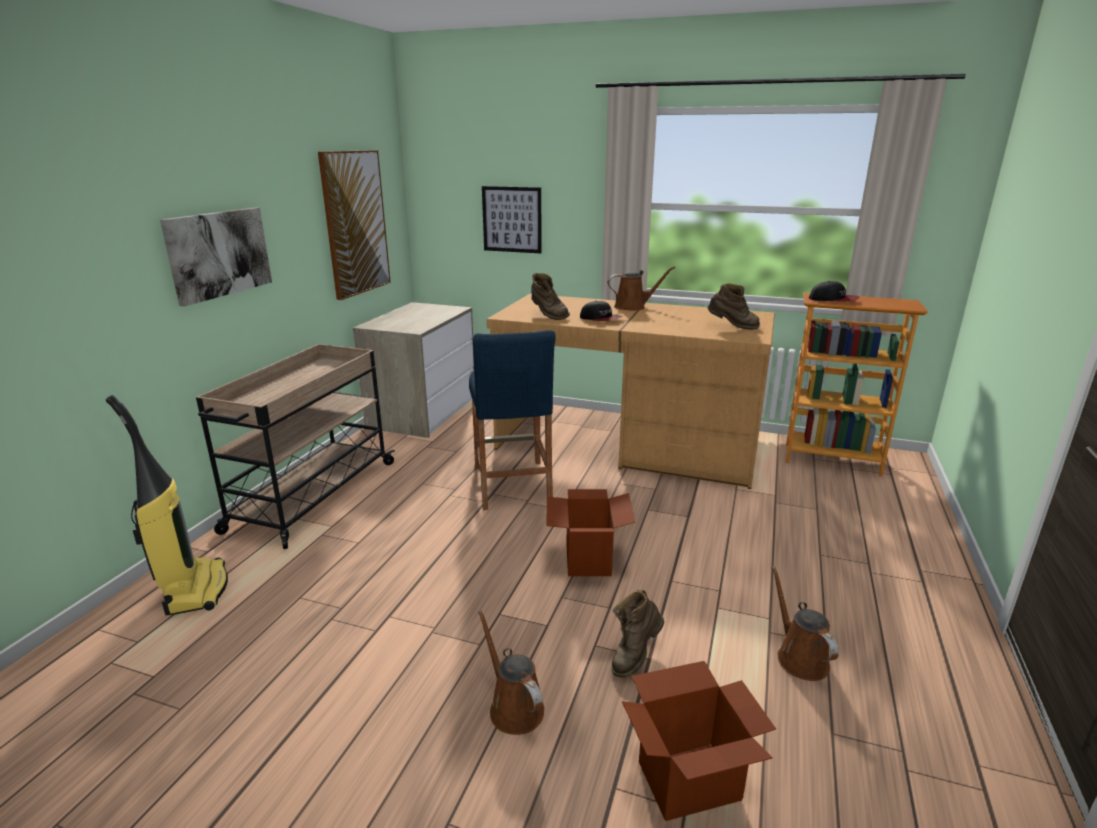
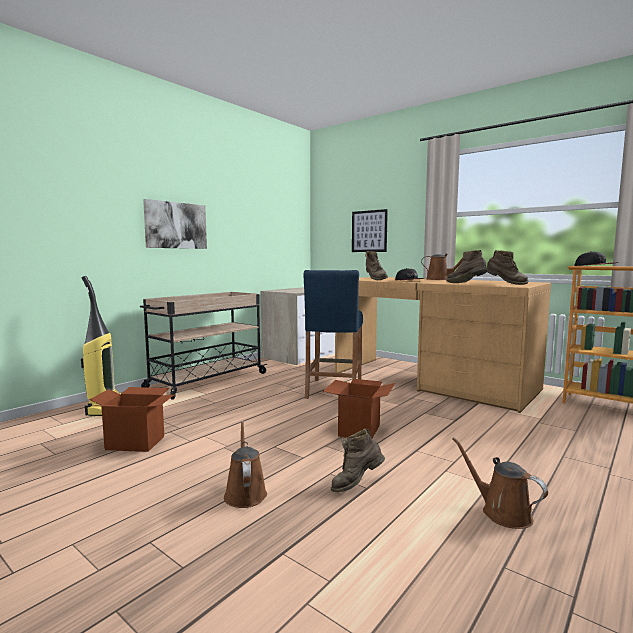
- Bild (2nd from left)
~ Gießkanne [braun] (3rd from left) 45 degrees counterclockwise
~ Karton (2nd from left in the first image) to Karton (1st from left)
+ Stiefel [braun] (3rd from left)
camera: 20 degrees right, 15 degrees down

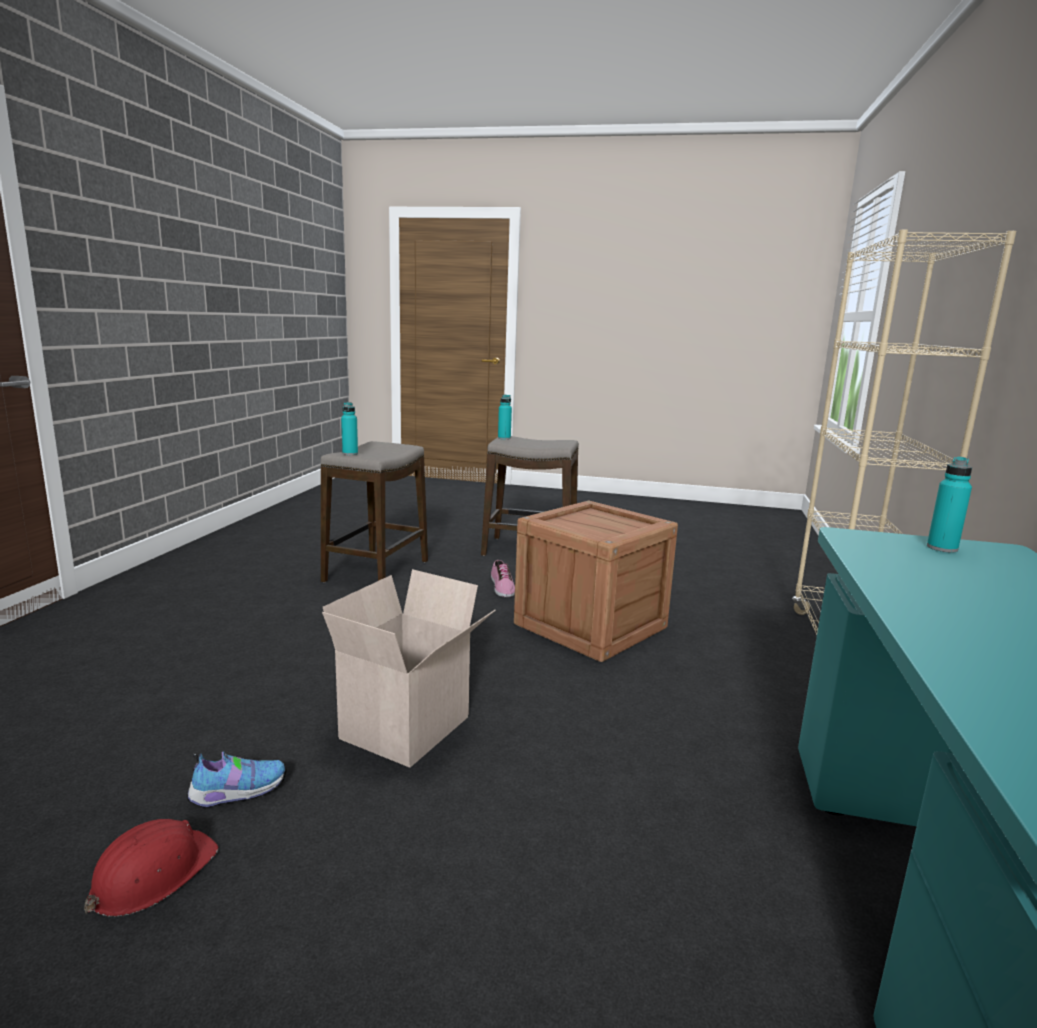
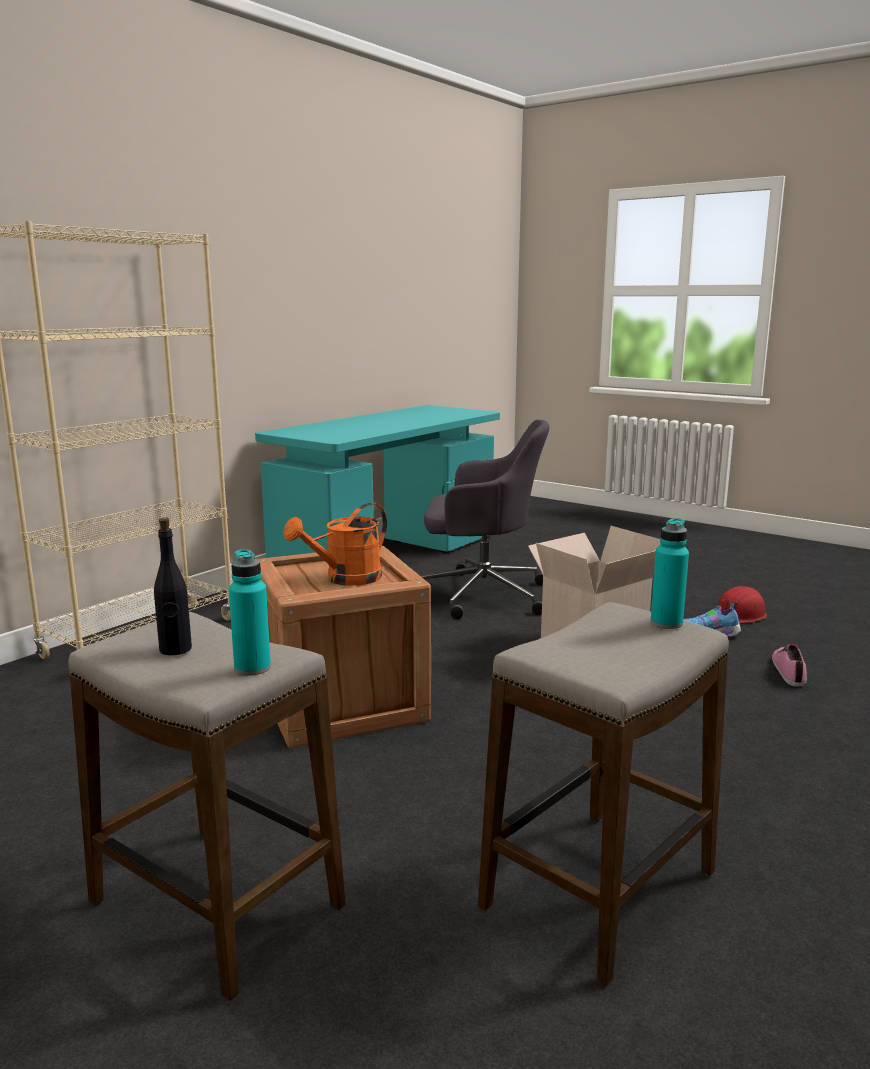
- Flasche [türkis] (3rd from left)
~ Schuh (2nd from left)
+ Bürostuhl [grau]
+ Gießkanne [orange]
+ Flasche [schwarz]
camera: 155 degrees left, 0 degrees up

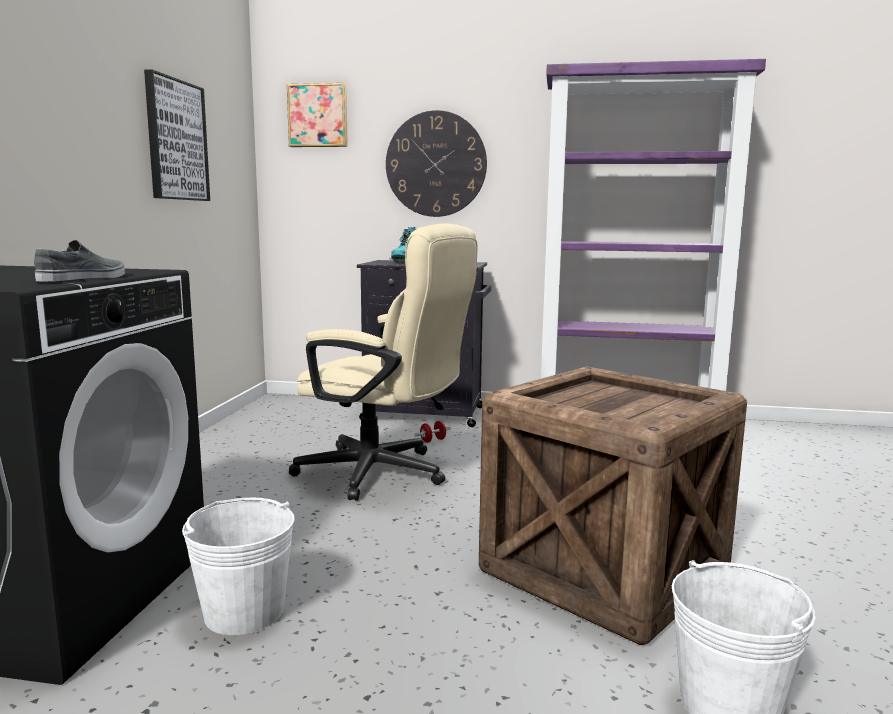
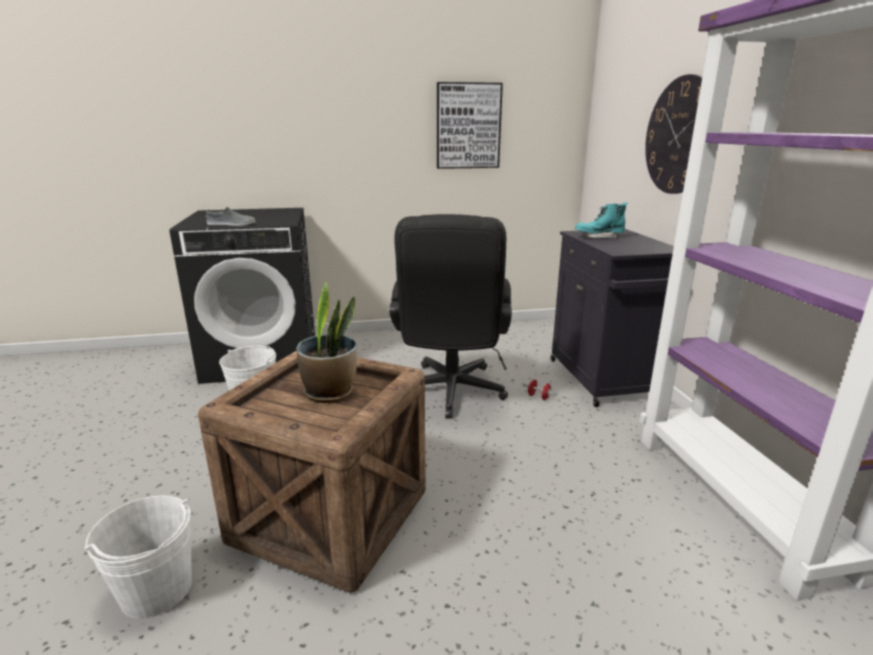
- Bild (2nd from left)
~ Bürostuhl [beige] to Bürostuhl [schwarz]
+ Topfpflanze
camera: 70 degrees right, 10 degrees up

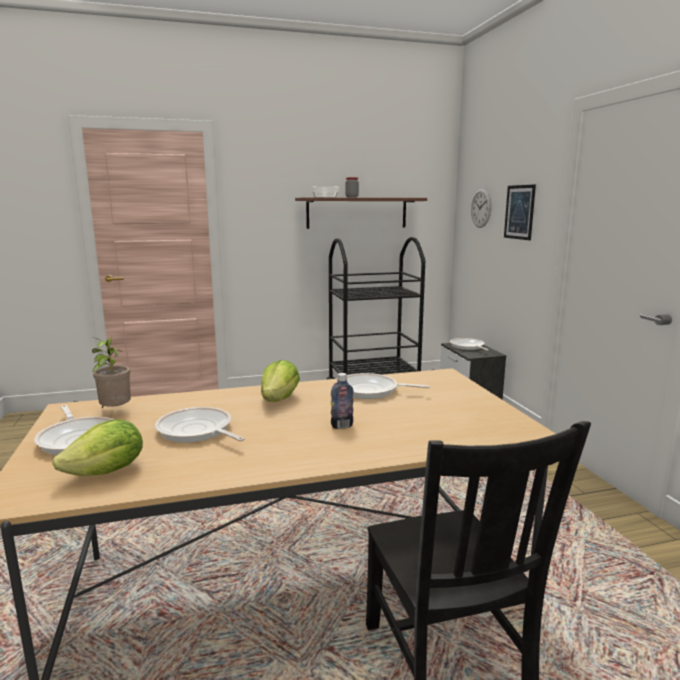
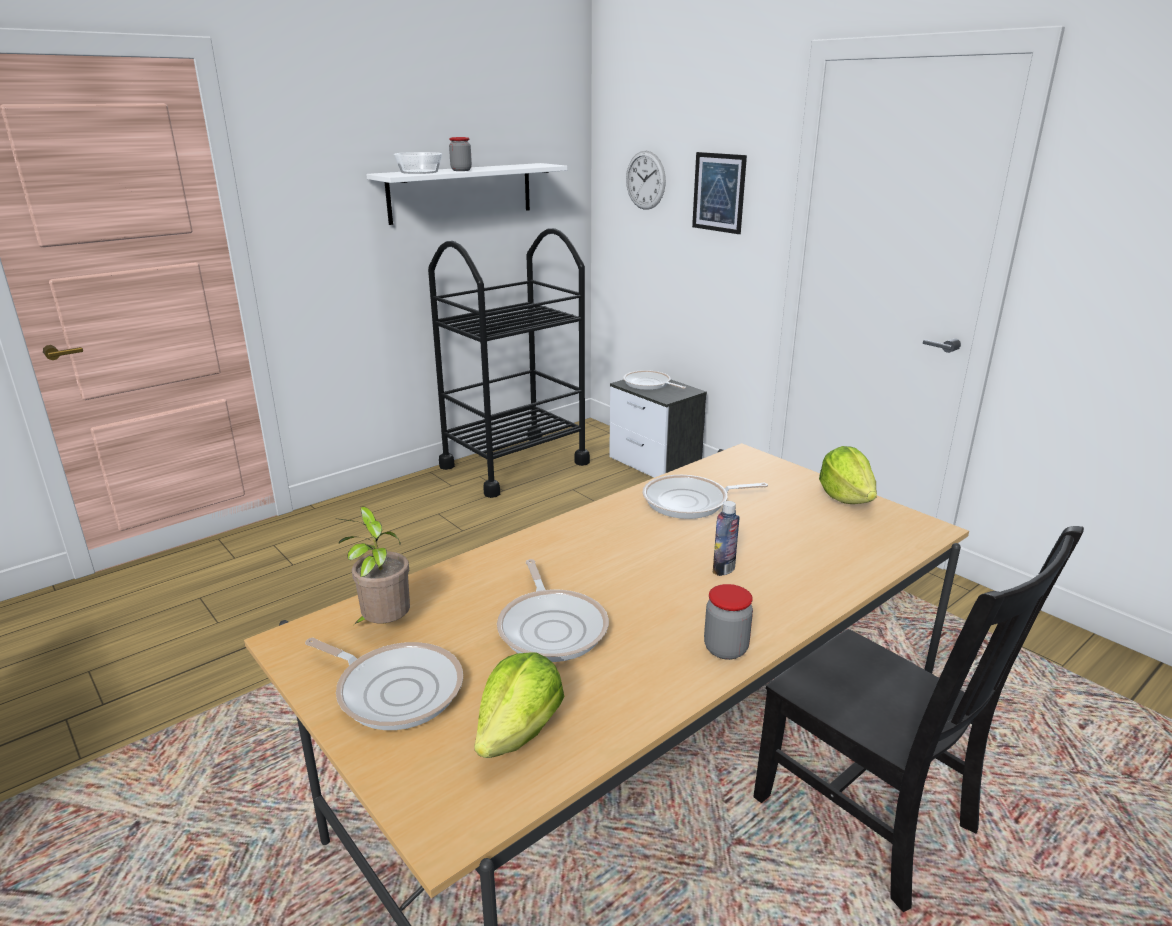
~ Wandregal [braun] to Wandregal [weiß]
~ Salatkopf (2nd from left)
~ Pfanne (2nd from left) 120 degrees counterclockwise
+ Vorratsglas (2nd from left)
camera: 25 degrees left, 10 degrees up

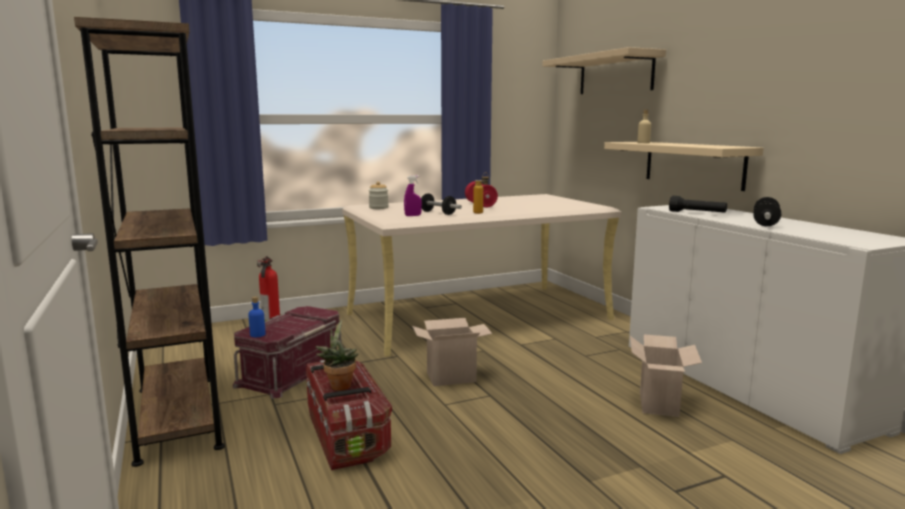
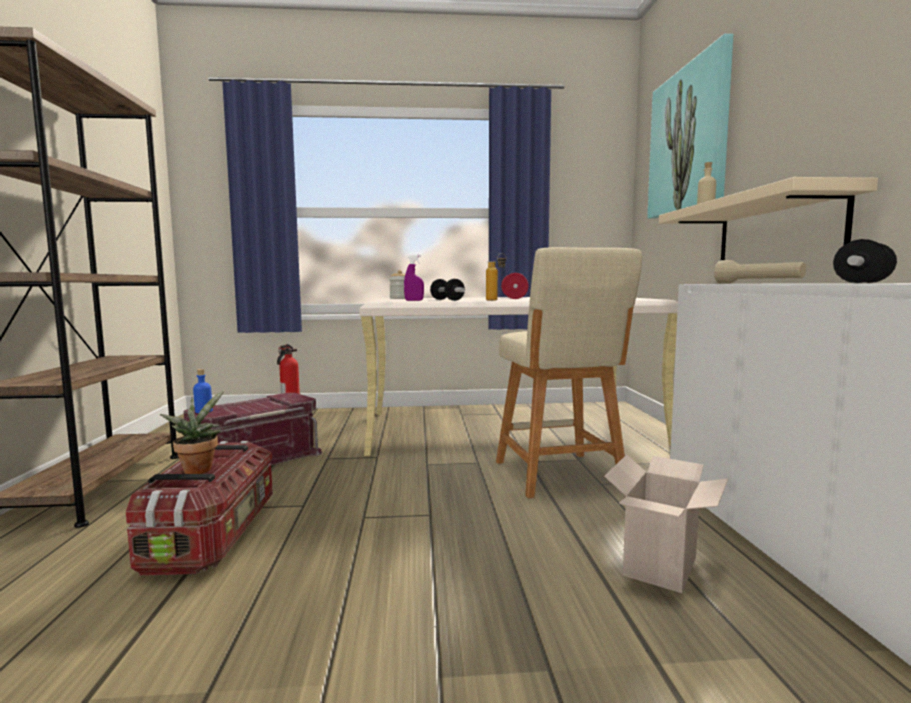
~ Wandregal [beige] (1st from left) to Bild
~ Taschenlampe [schwarz] to Taschenlampe [beige]
- Karton (1st from left)
+ Hocker [beige]
camera: 20 degrees right, 5 degrees down

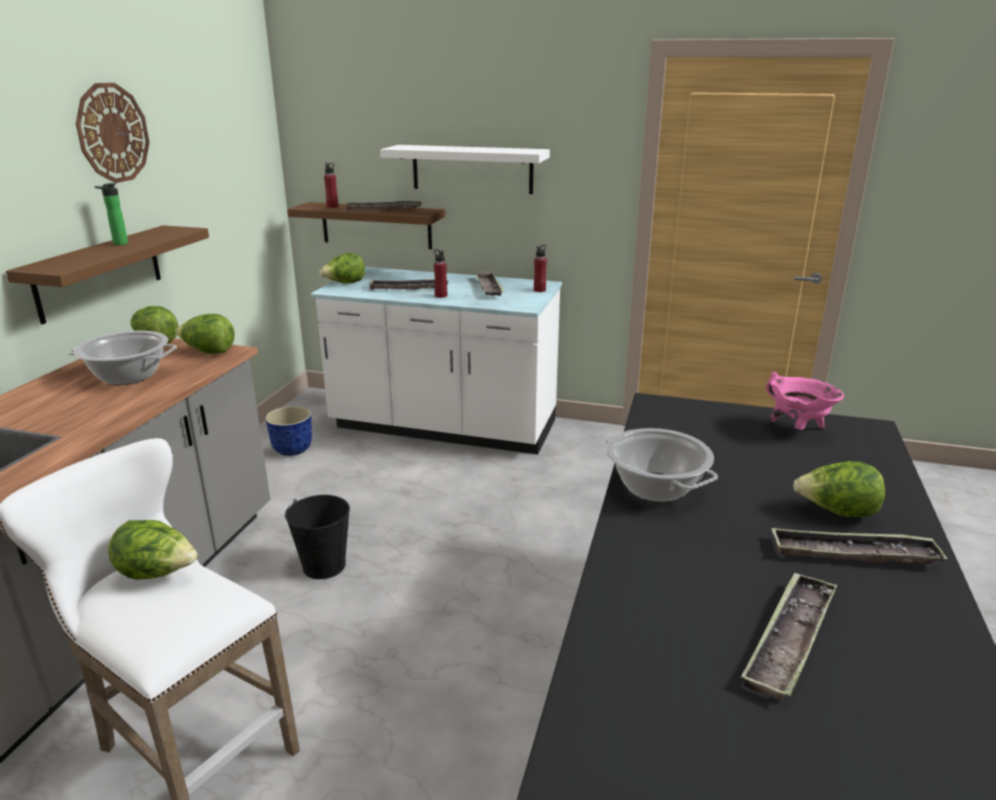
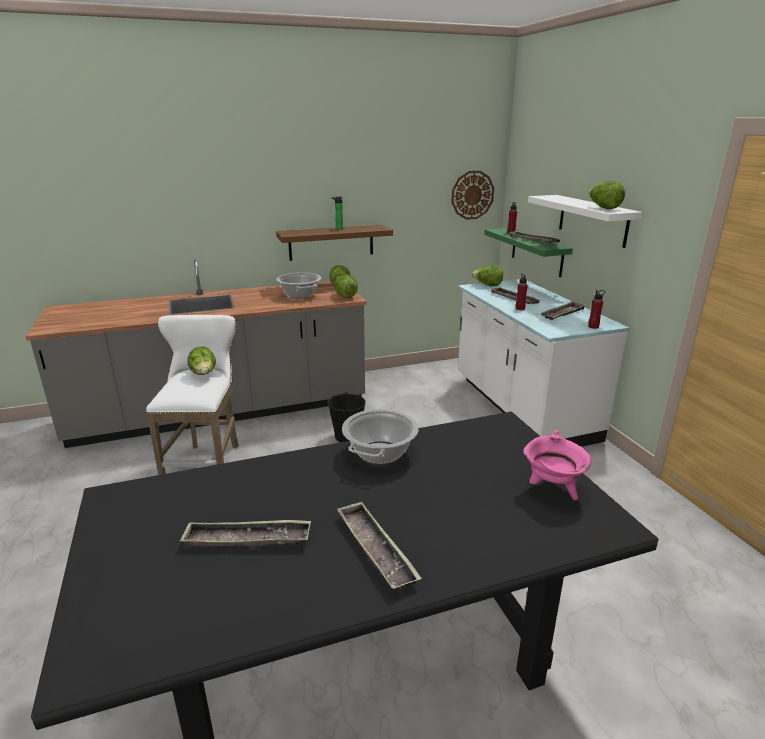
~ Wanduhr
~ Wandregal [braun] (2nd from left) to Wandregal [grün]
- Pflanzkübel
~ Salatkopf (5th from left)
camera: 55 degrees right, 0 degrees up

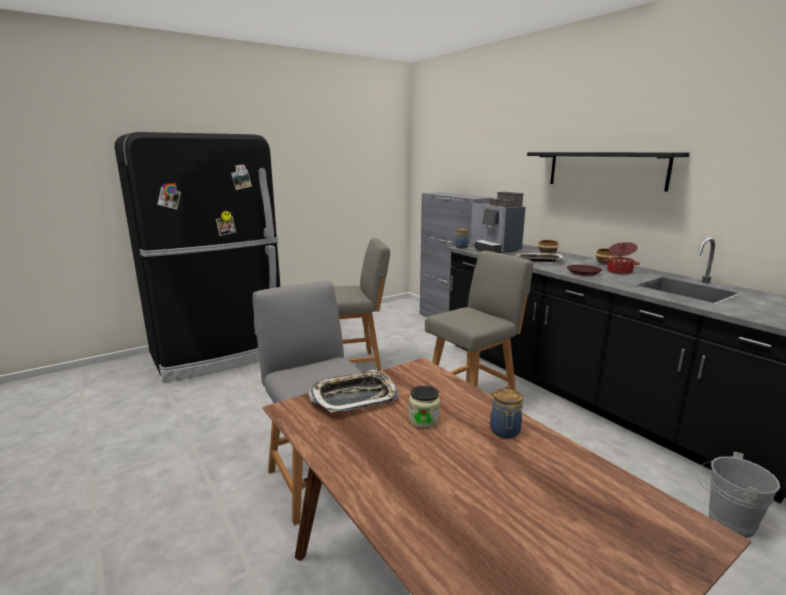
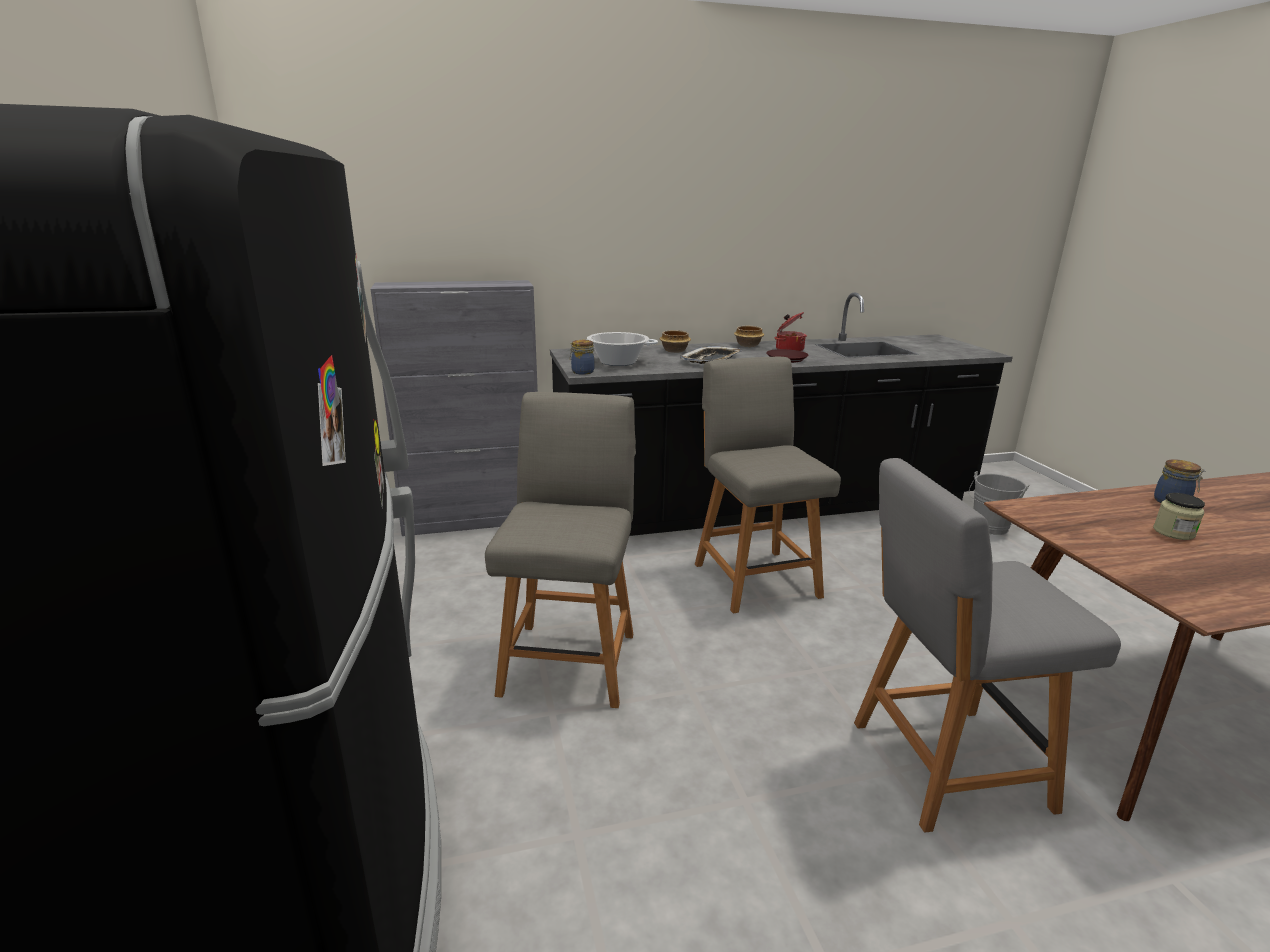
- Wandregal [schwarz]
~ Kaffeemaschine to Kochtopf (1st from left)
- Tablett (1st from left)
camera: 70 degrees left, 5 degrees up

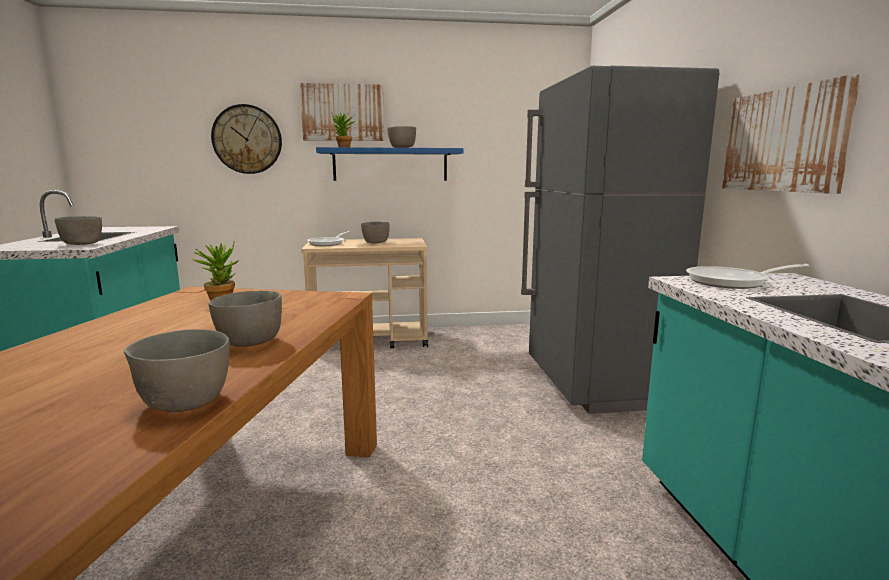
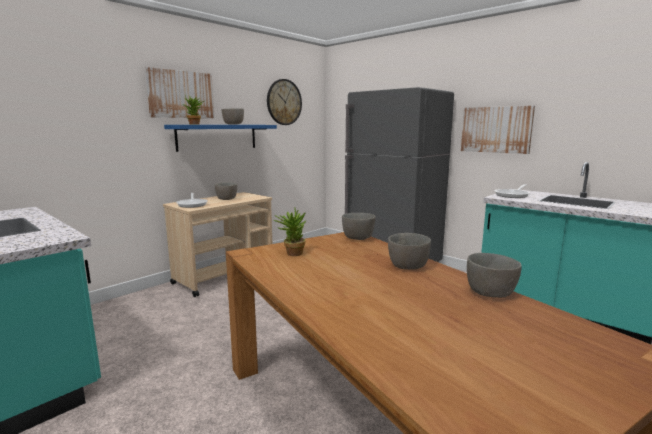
~ Wanduhr
~ Schüssel [grau] (1st from left in the first image) to Schüssel [grau] (3rd from left)
camera: 40 degrees left, 0 degrees up

